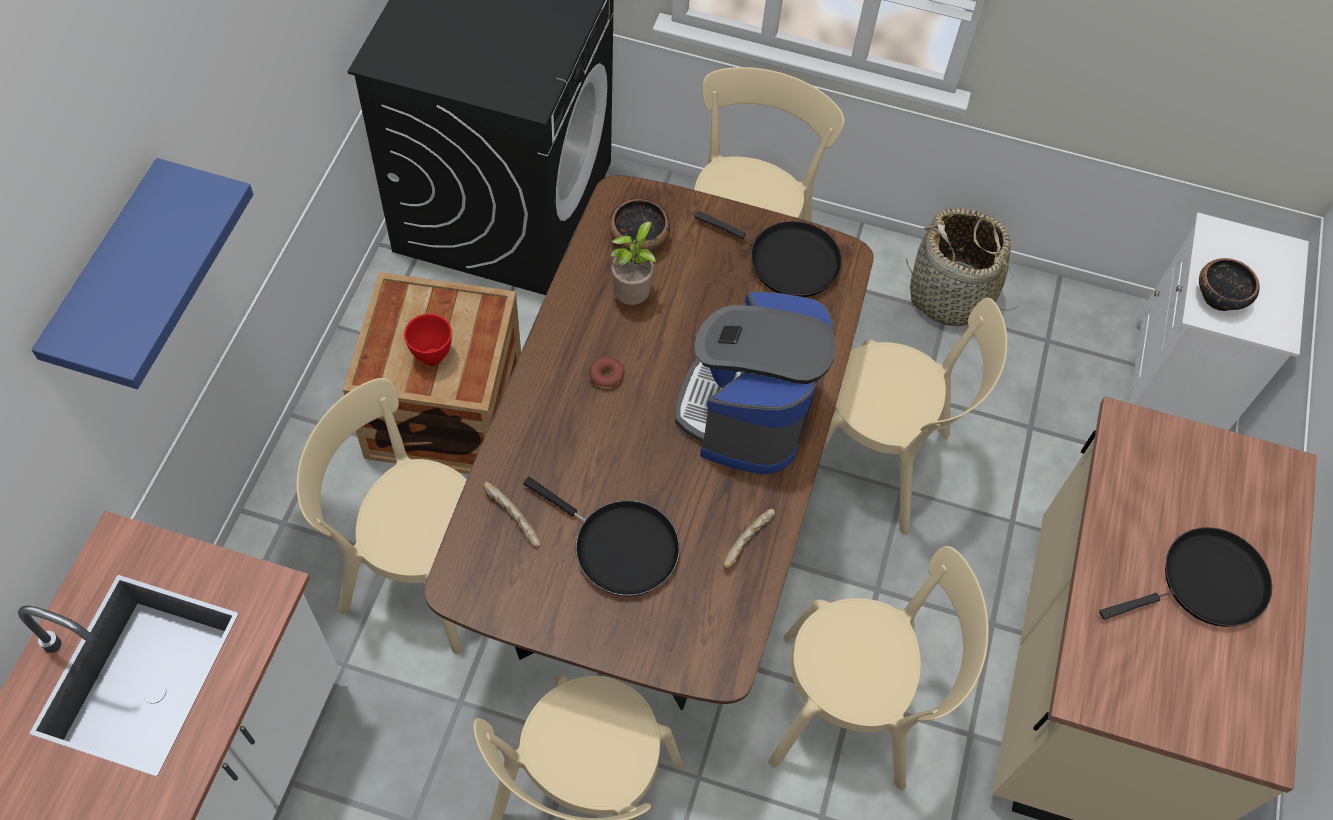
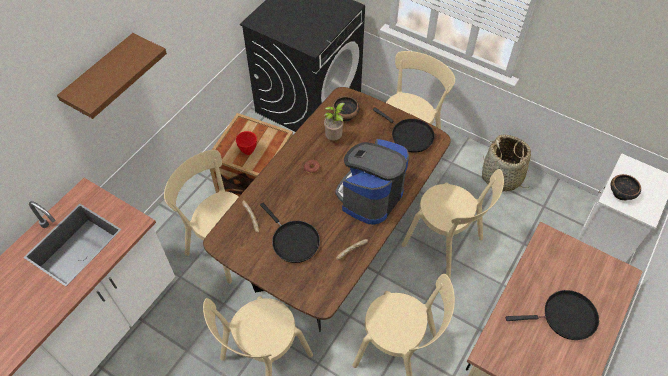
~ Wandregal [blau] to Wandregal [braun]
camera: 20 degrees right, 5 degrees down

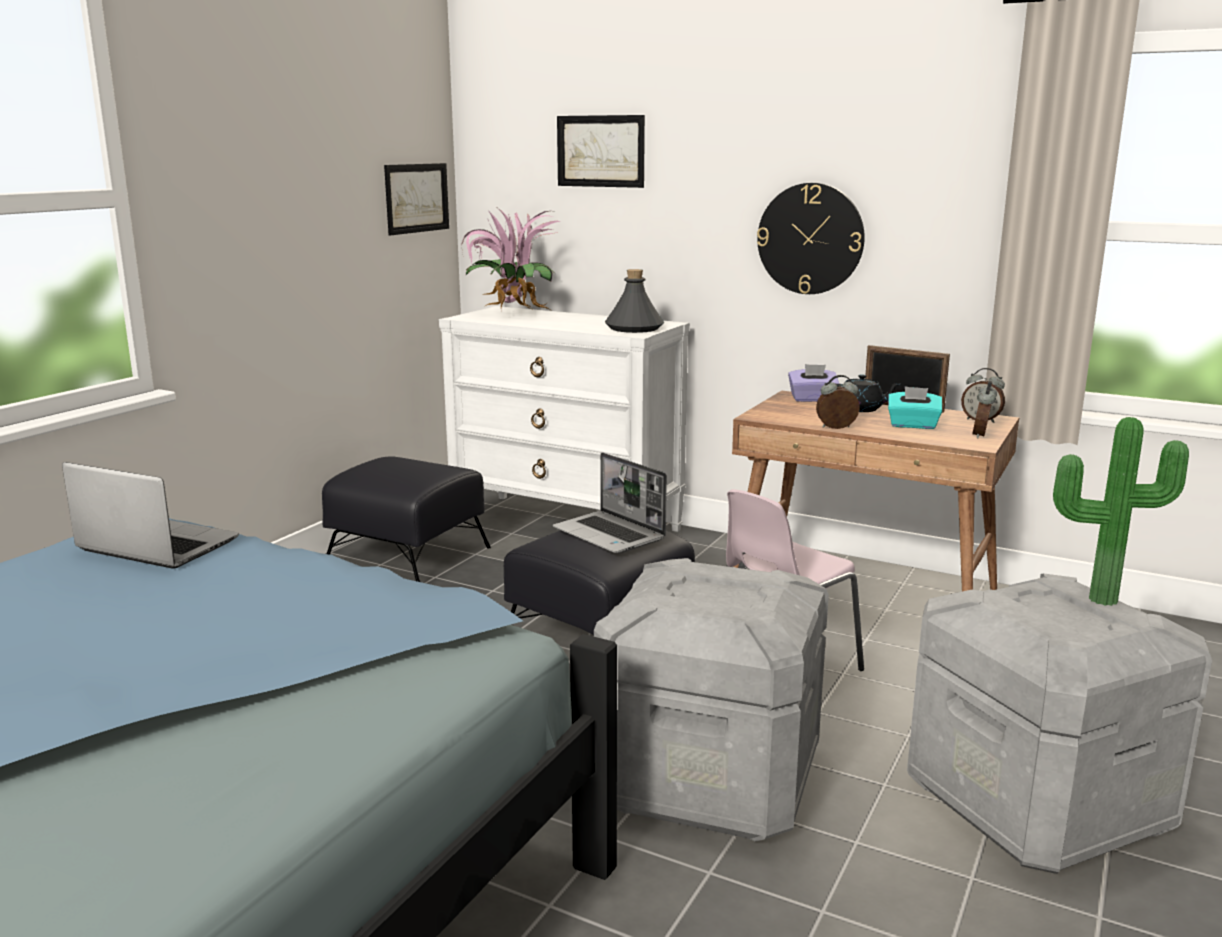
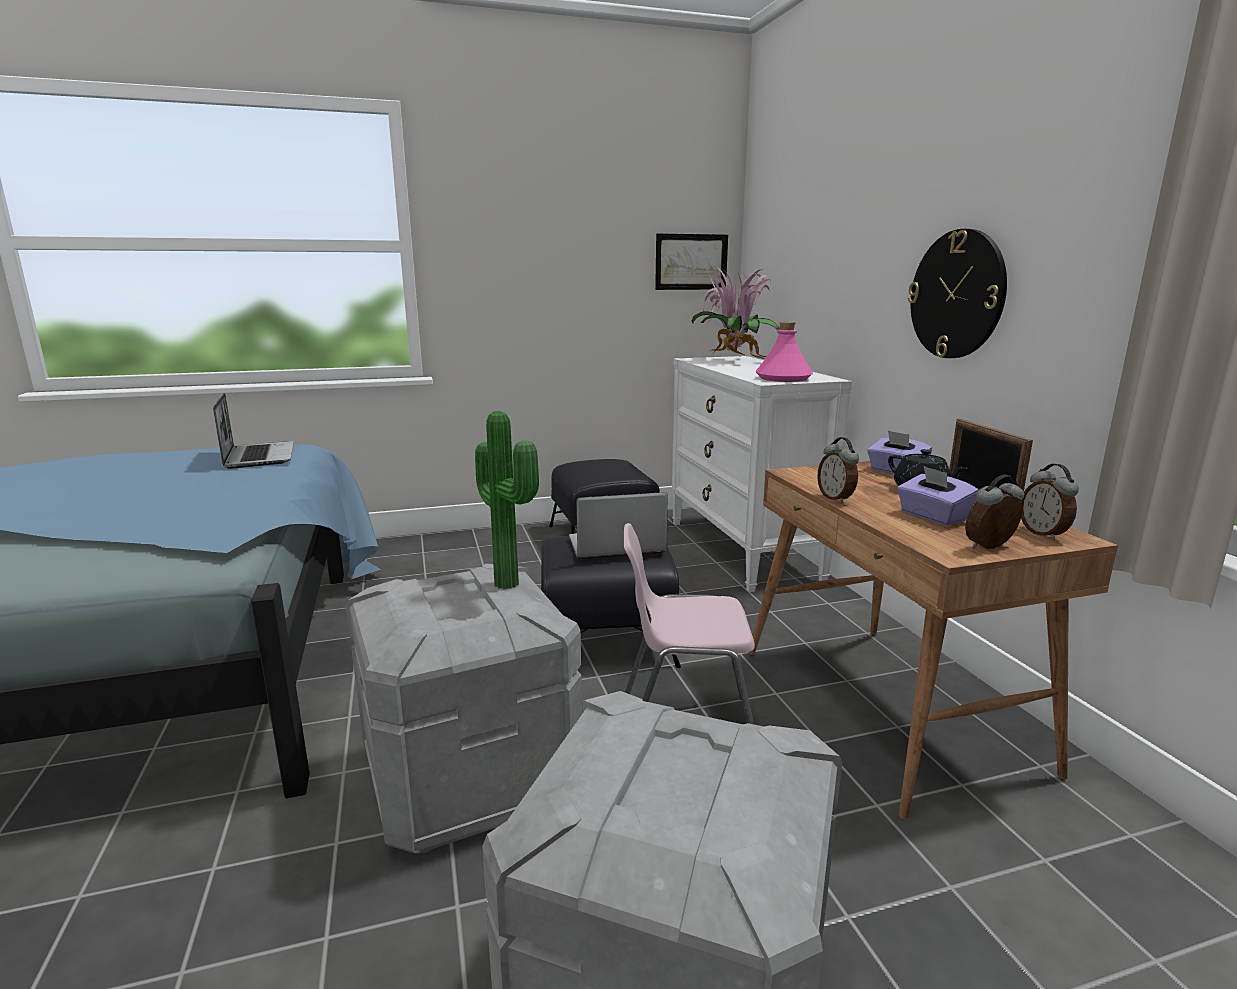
- Bild (2nd from left)
~ Flasche [grau] to Flasche [rosa]
~ Wecker (1st from left) 150 degrees counterclockwise
~ Taschentuchbox [türkis] to Taschentuchbox [lila] (2nd from left)
~ Topfpflanze (2nd from left in the first image) to Topfpflanze (1st from left)
~ Laptop (2nd from left) 75 degrees clockwise
camera: 45 degrees right, 0 degrees up

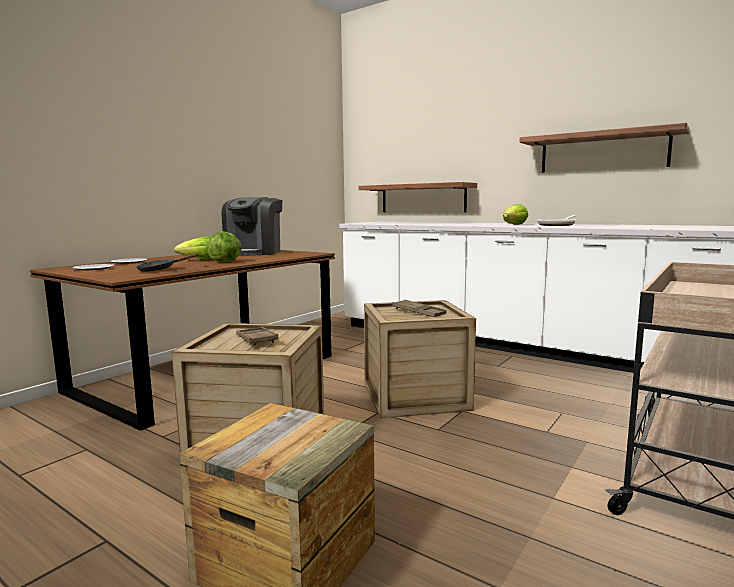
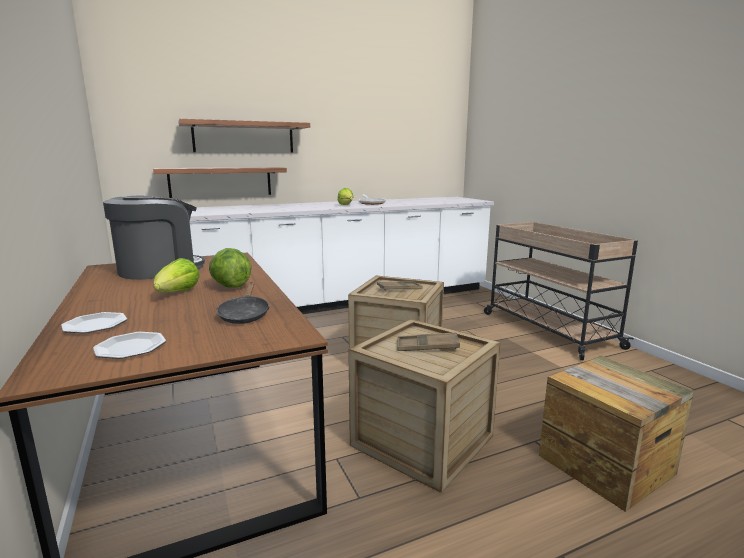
~ Wandregal (2nd from left)
~ Kaffeemaschine 90 degrees counterclockwise
camera: 60 degrees left, 5 degrees up

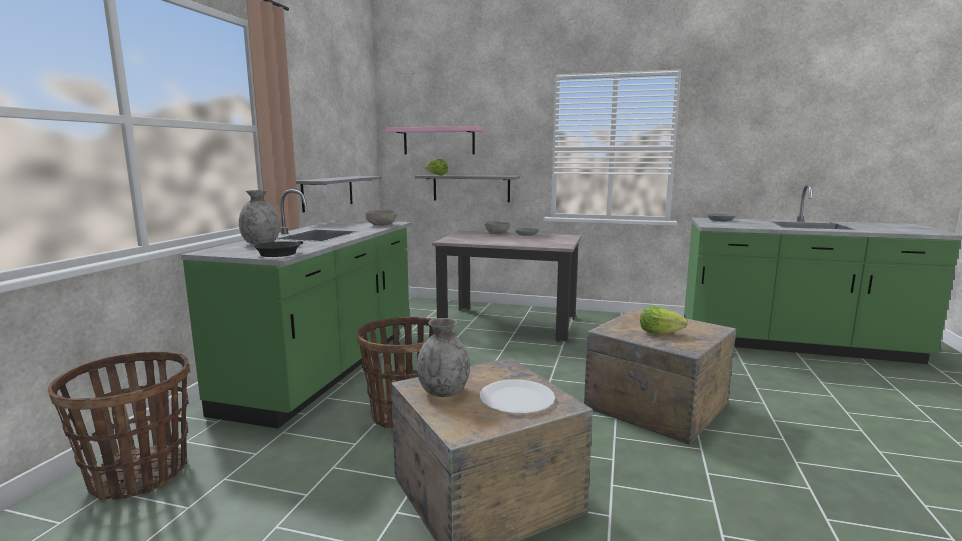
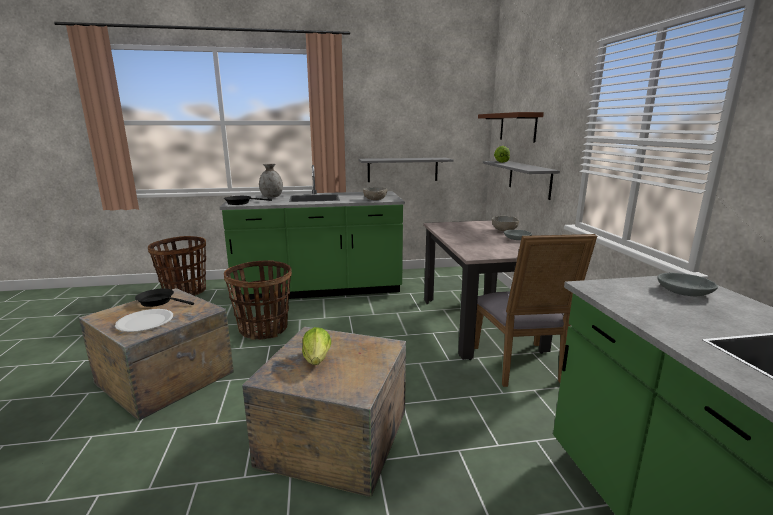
~ Wandregal [rosa] to Wandregal [braun]
~ Vase [grau] (2nd from left) to Pfanne [schwarz] (1st from left)
+ Stuhl [grau]
camera: 65 degrees right, 5 degrees up

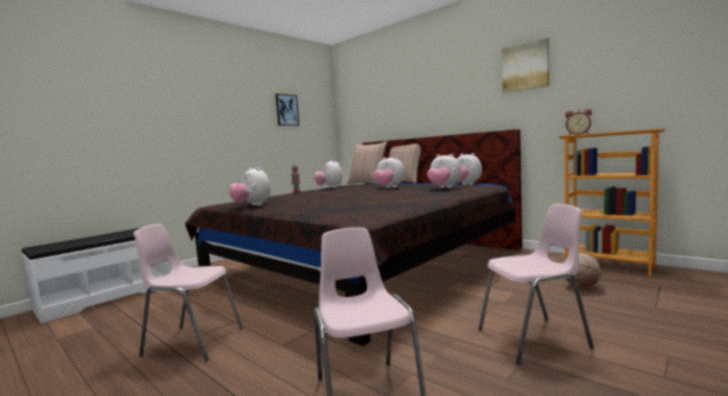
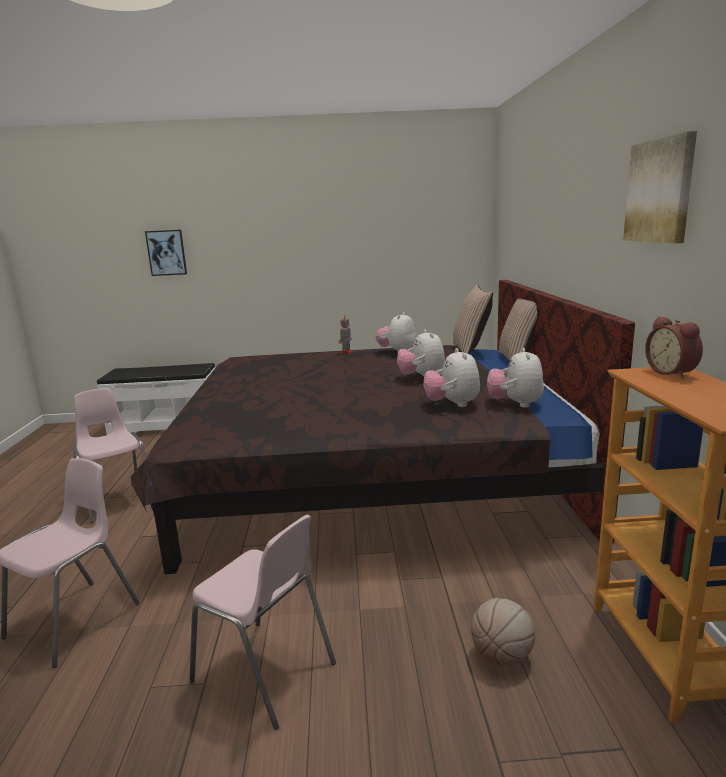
~ Bild (1st from left)
- Plüschtier (1st from left)
camera: 45 degrees right, 10 degrees up

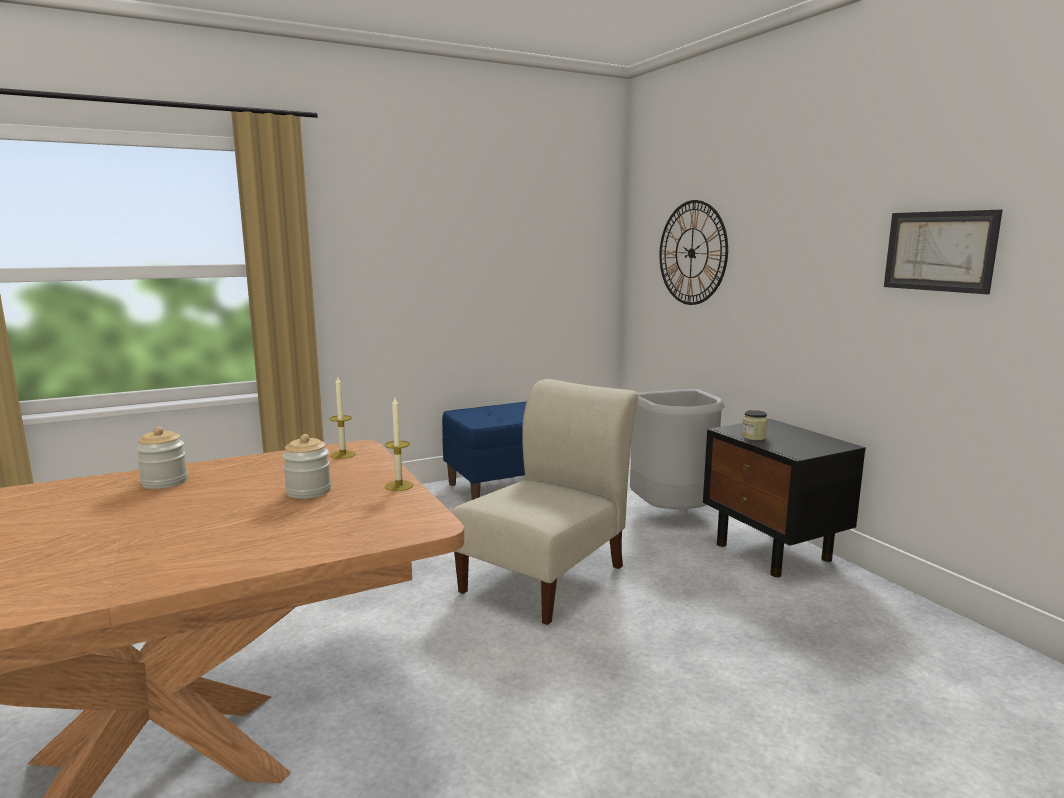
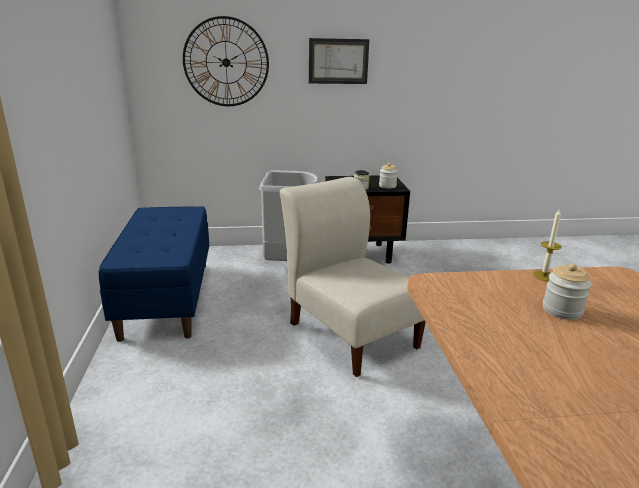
~ Bild
- Kerze (1st from left)
~ Vorratsglas (1st from left in the first image) to Vorratsglas (2nd from left)
camera: 70 degrees left, 10 degrees up

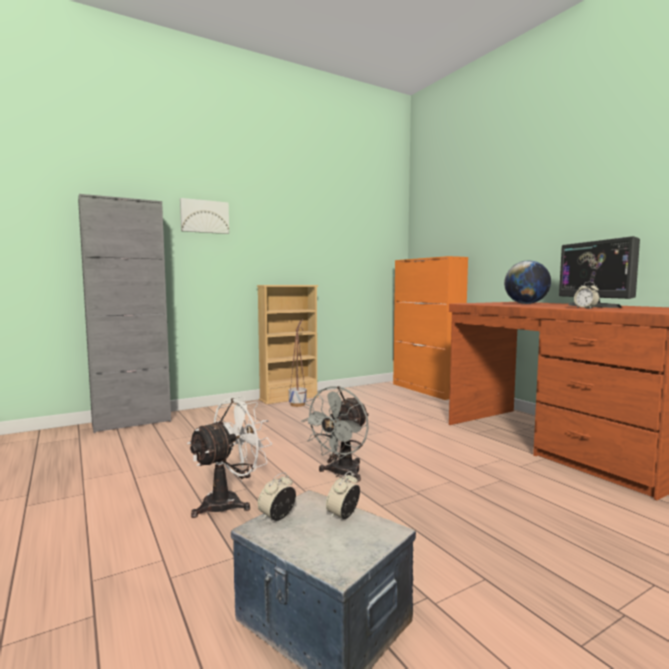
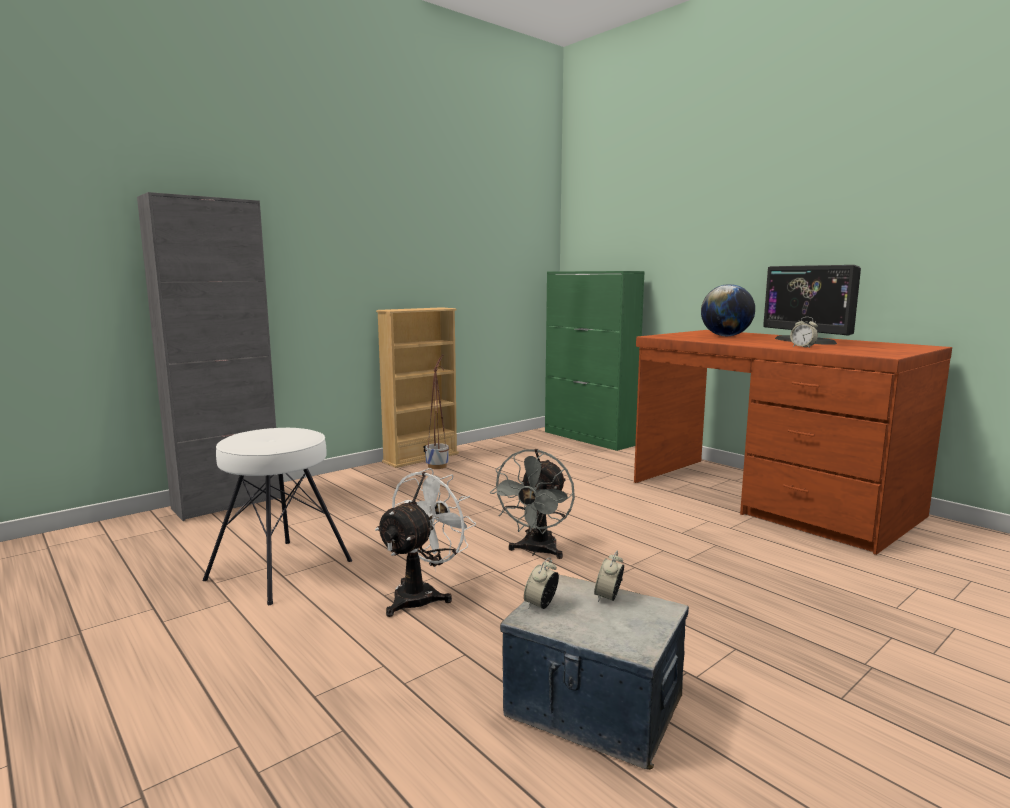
- Bild
~ Schrank [orange] to Schrank [grün]
+ Hocker [weiß]
camera: 10 degrees left, 5 degrees up

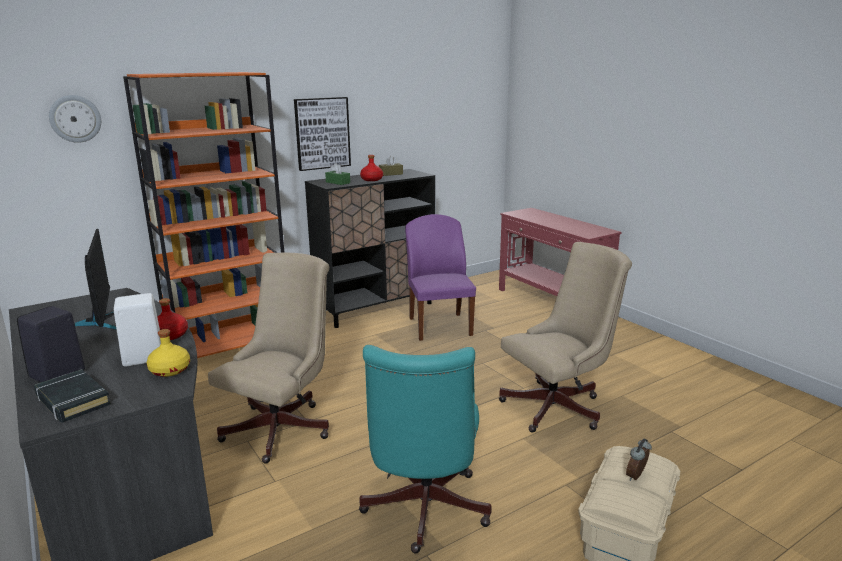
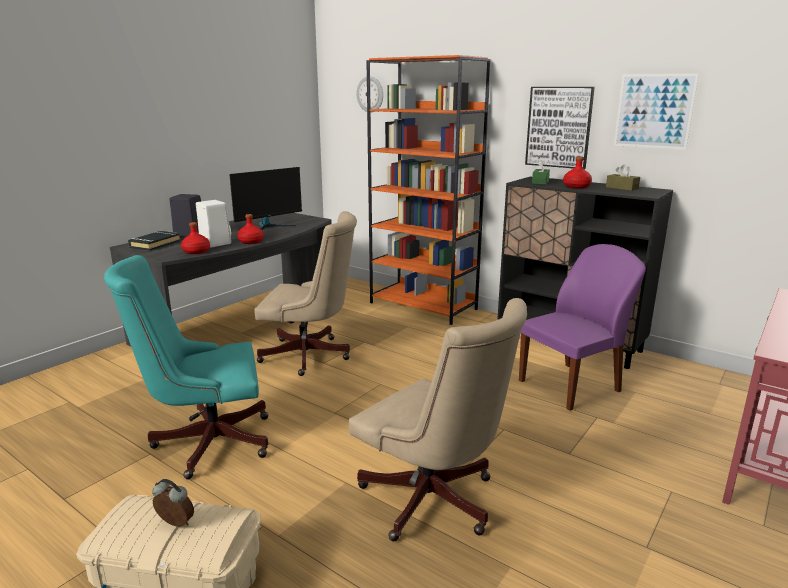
~ Flasche [gelb] to Flasche [rot] (1st from left)
+ Bild (2nd from left)
camera: 70 degrees right, 0 degrees up

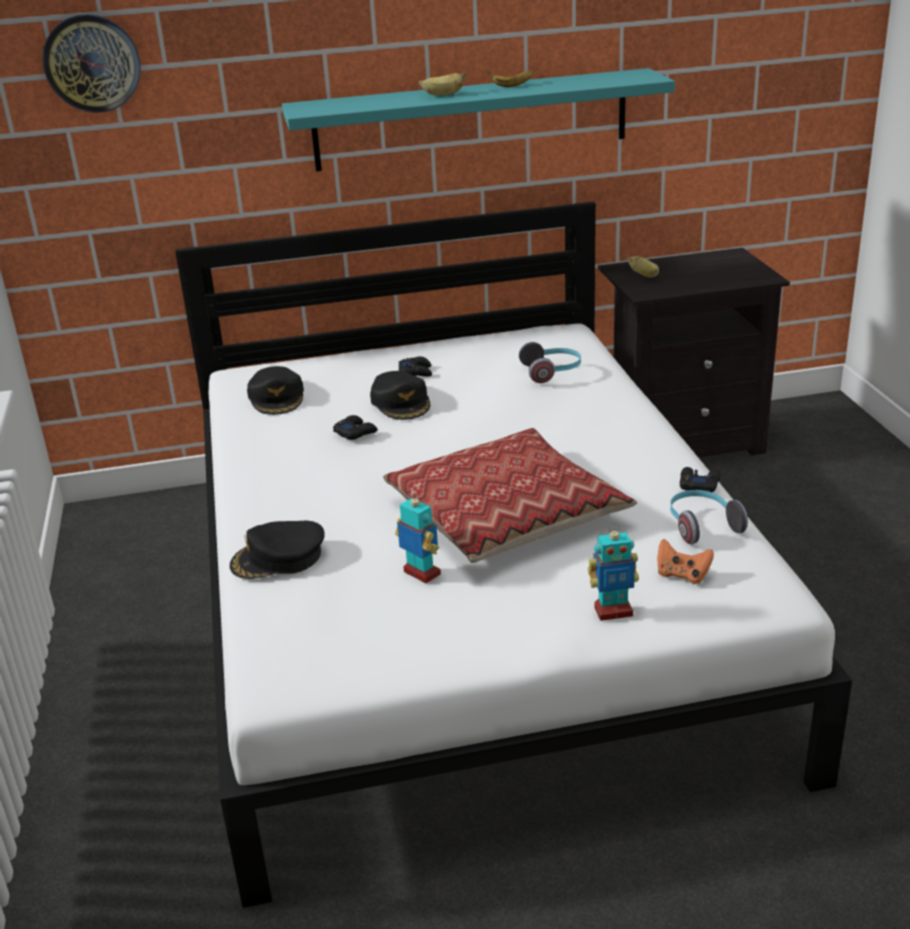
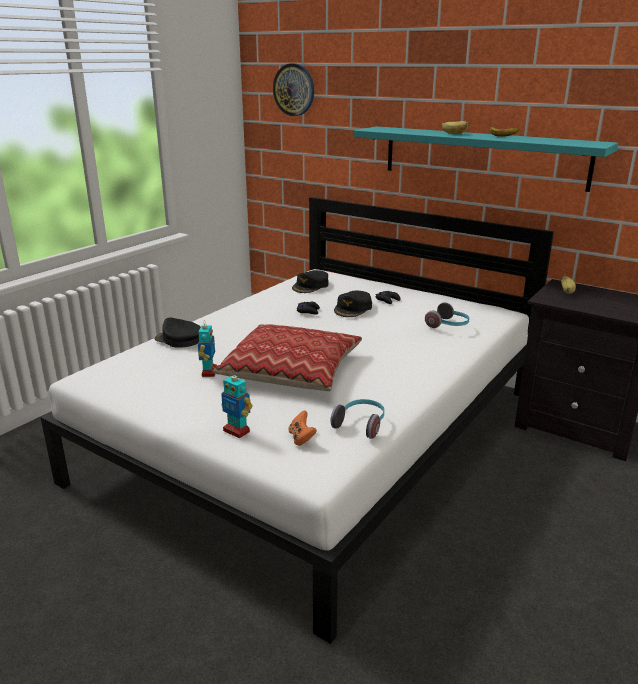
- Gamepad [schwarz] (3rd from left)
camera: 45 degrees right, 5 degrees down

